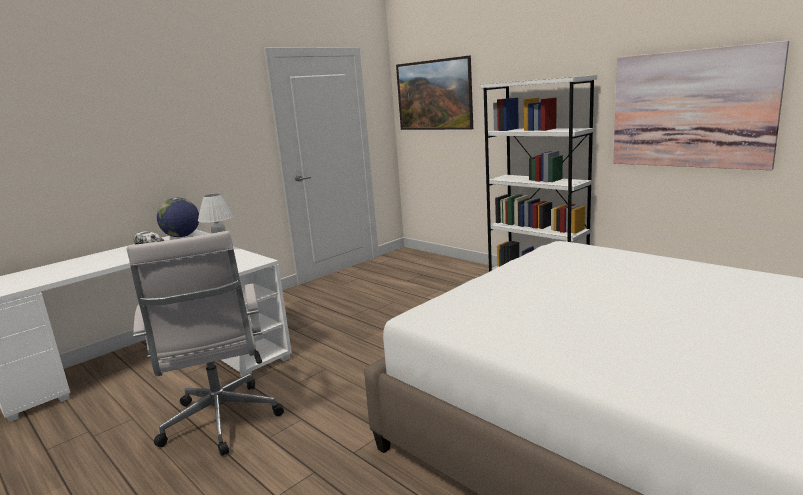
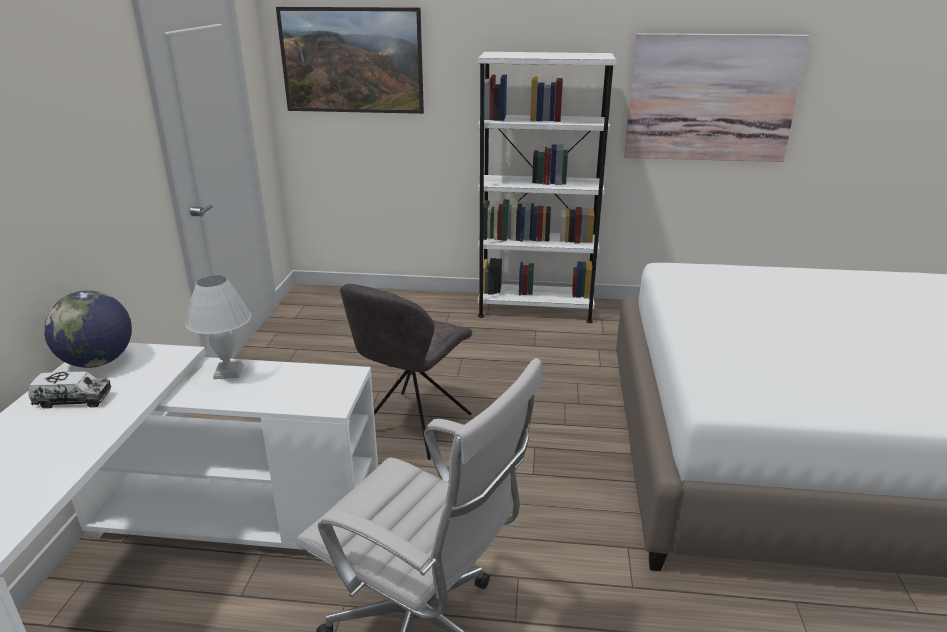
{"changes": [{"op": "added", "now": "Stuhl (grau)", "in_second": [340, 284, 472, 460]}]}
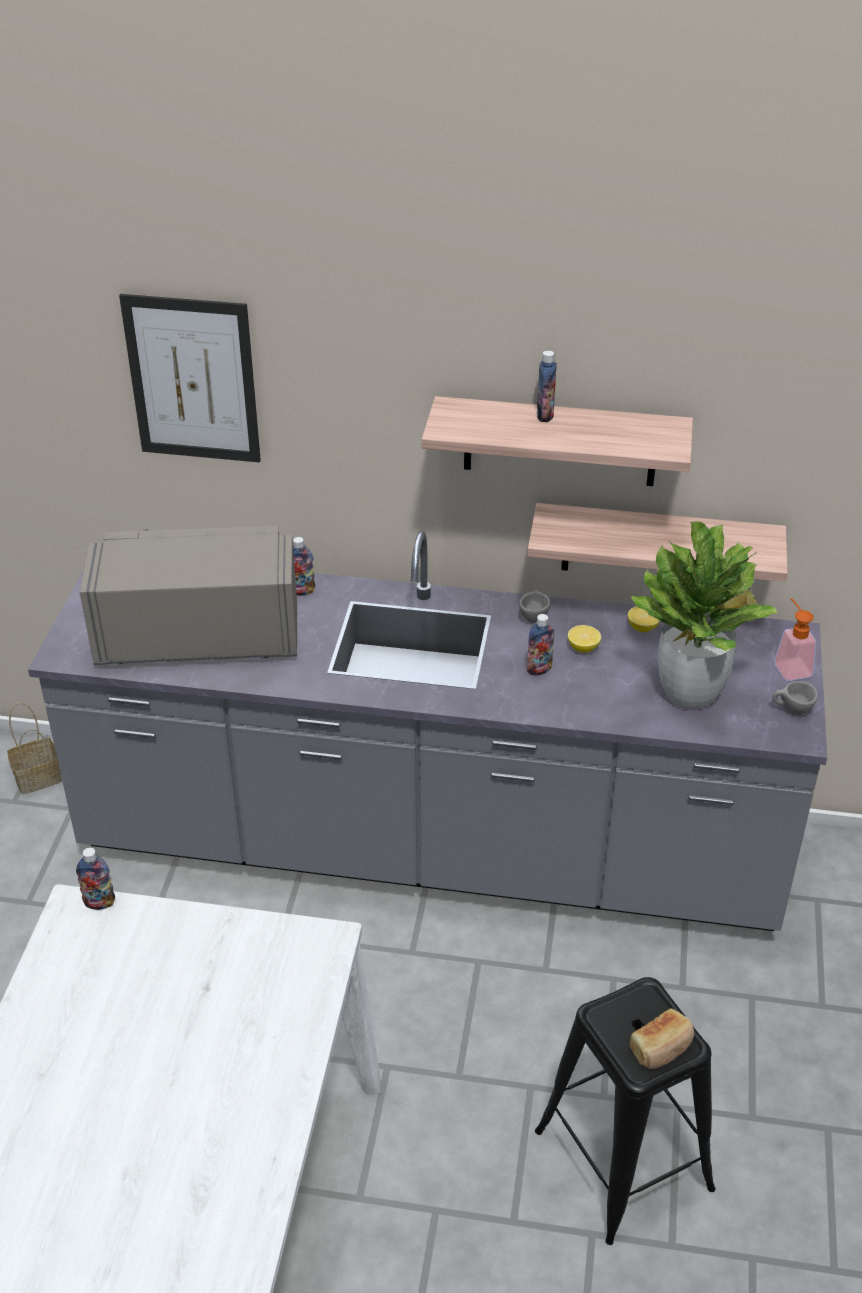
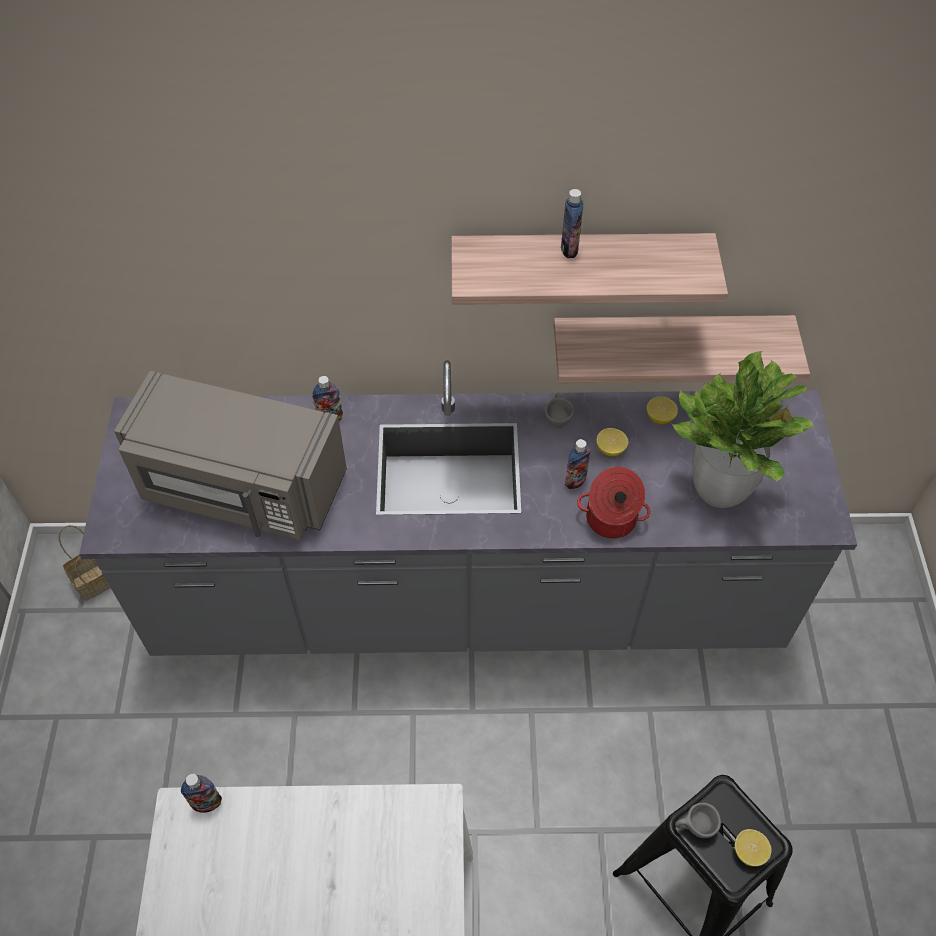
{"changes": [{"op": "turned", "was": "Mikrowelle (grau)", "in_first": [80, 526, 297, 665], "in_second": [114, 371, 347, 540], "clockwise": -150}, {"op": "added", "now": "Kochtopf", "in_second": [577, 467, 651, 538]}, {"op": "moved", "was": "Tasse (grau)", "in_first": [772, 681, 818, 715], "in_second": [675, 803, 721, 838]}, {"op": "replaced", "was": "Brot", "now": "Zitrone", "in_first": [629, 1008, 694, 1069], "in_second": [734, 829, 772, 867]}, {"op": "removed", "was": "Bild", "in_first": [119, 294, 261, 462]}, {"op": "removed", "was": "Seifenspender", "in_first": [774, 598, 816, 681]}]}
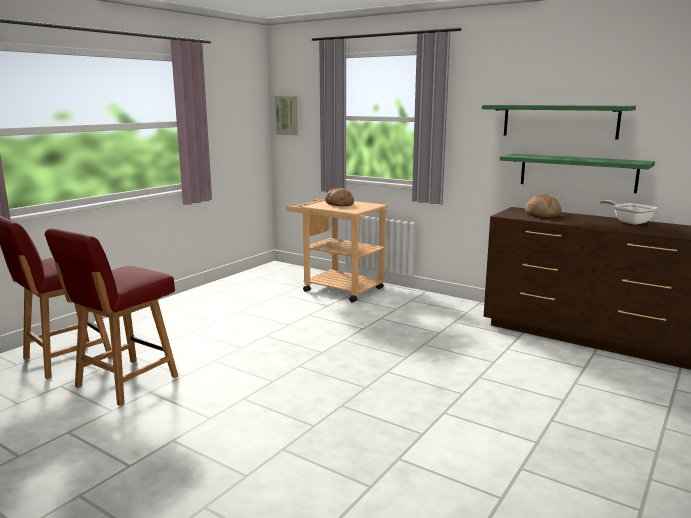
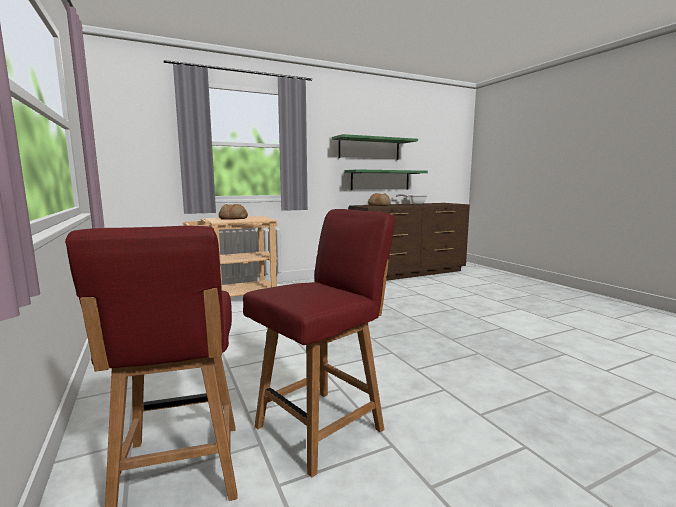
{"changes": [{"op": "turned", "was": "Stuhl (rot)", "in_first": [45, 228, 178, 406], "in_second": [243, 209, 396, 478], "clockwise": -105}, {"op": "removed", "was": "Bild", "in_first": [275, 96, 298, 135]}]}
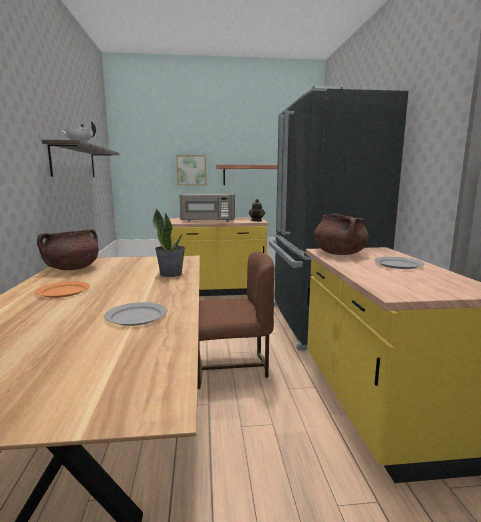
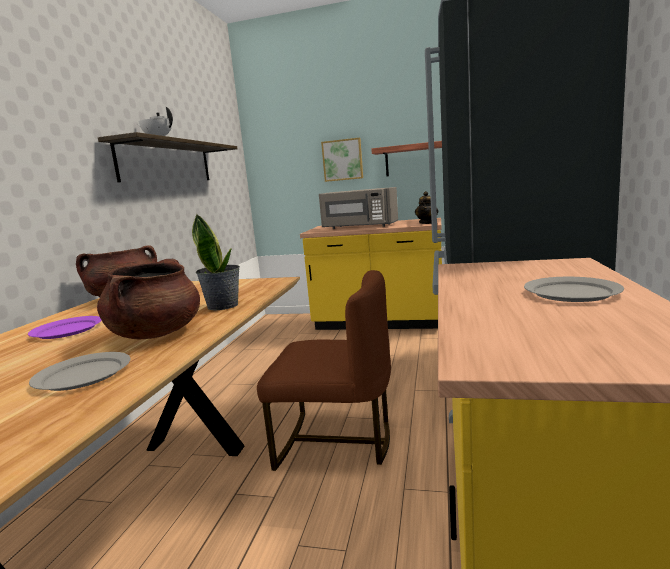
{"changes": [{"op": "recoloured", "was": "Teller (orange)", "now": "Teller (lila)", "in_first": [35, 281, 90, 298], "in_second": [28, 316, 102, 339]}, {"op": "moved", "was": "Kochtopf (braun)", "in_first": [314, 213, 369, 255], "in_second": [97, 259, 200, 339]}]}
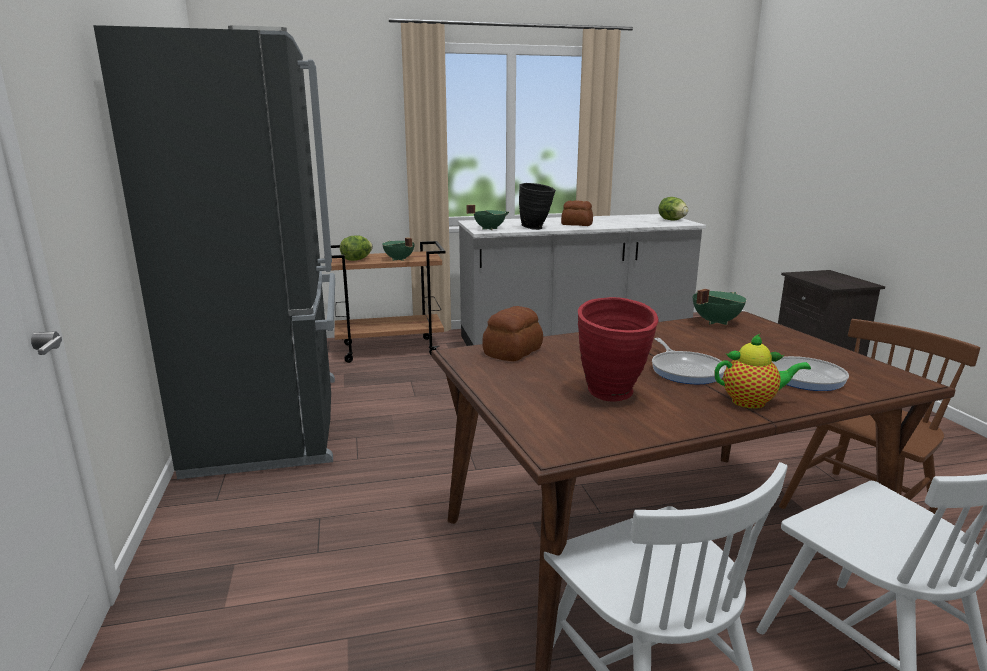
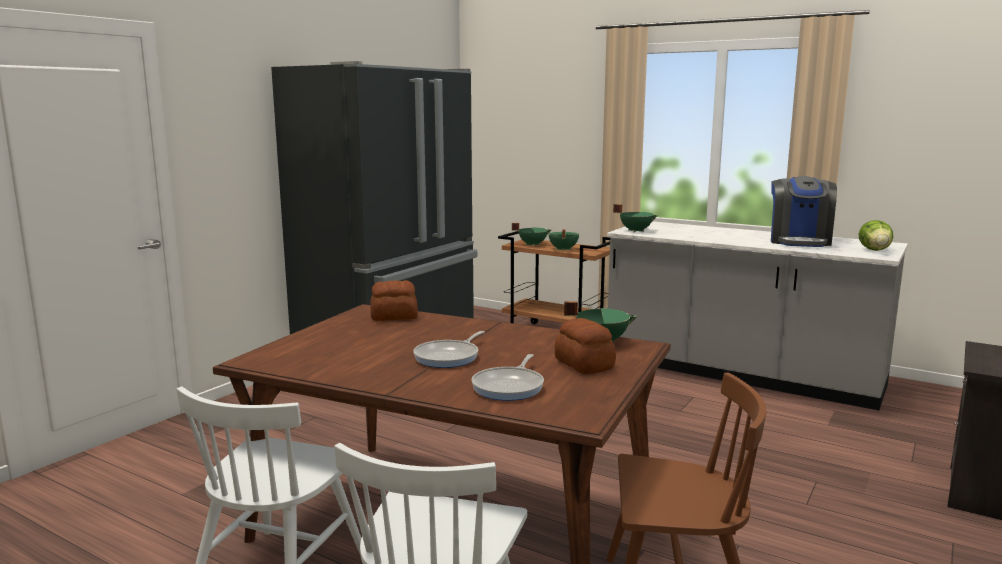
{"changes": [{"op": "replaced", "was": "Salatkopf", "now": "Kochtopf (grün)", "in_first": [340, 235, 373, 261], "in_second": [512, 223, 551, 246]}, {"op": "moved", "was": "Brot", "in_first": [561, 201, 593, 226], "in_second": [555, 318, 616, 374]}, {"op": "added", "now": "Kaffeemaschine", "in_second": [771, 176, 837, 247]}, {"op": "removed", "was": "Vase (schwarz)", "in_first": [519, 183, 556, 230]}, {"op": "removed", "was": "Vase (rot)", "in_first": [578, 297, 659, 402]}, {"op": "removed", "was": "Teekanne", "in_first": [715, 334, 811, 409]}]}
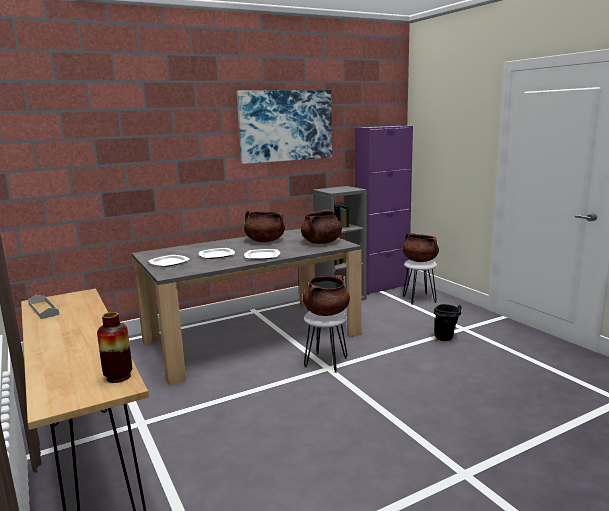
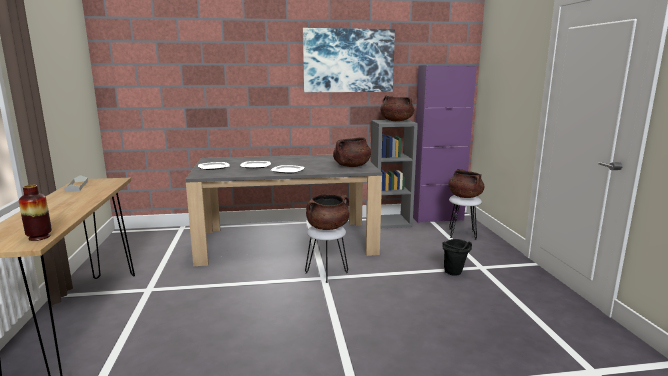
{"changes": [{"op": "moved", "was": "Kochtopf (braun)", "in_first": [244, 211, 285, 242], "in_second": [380, 96, 414, 121]}]}
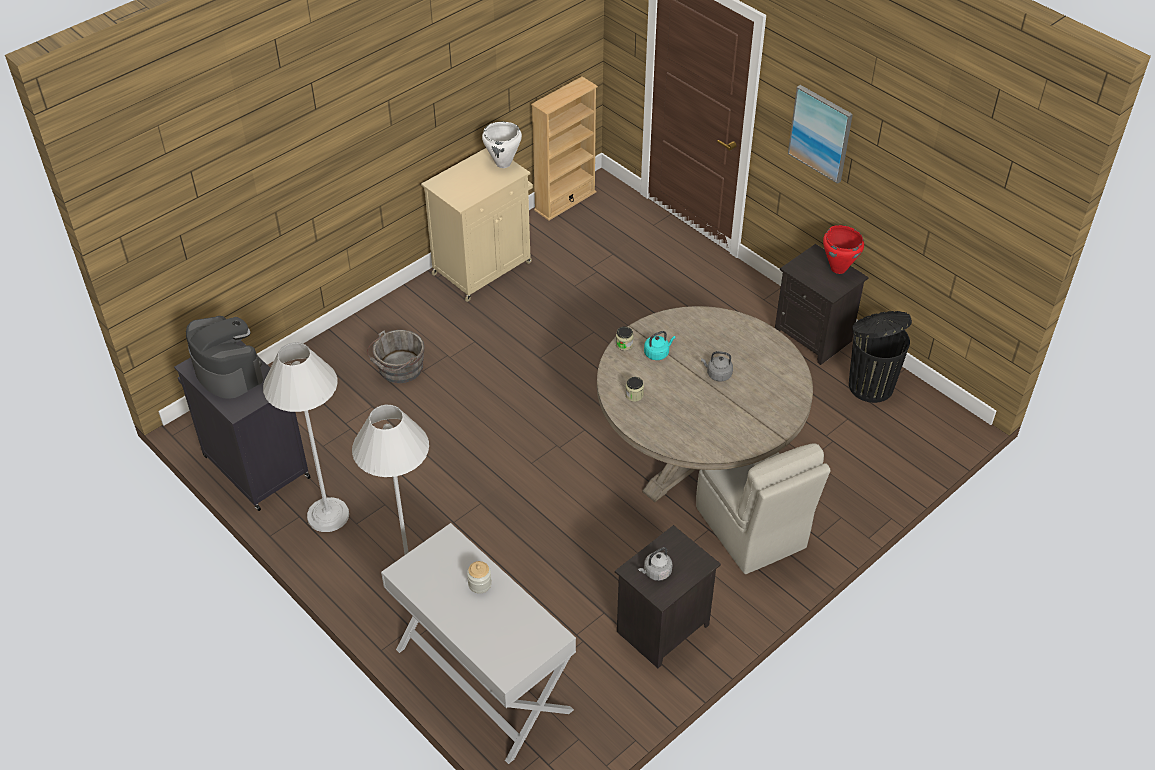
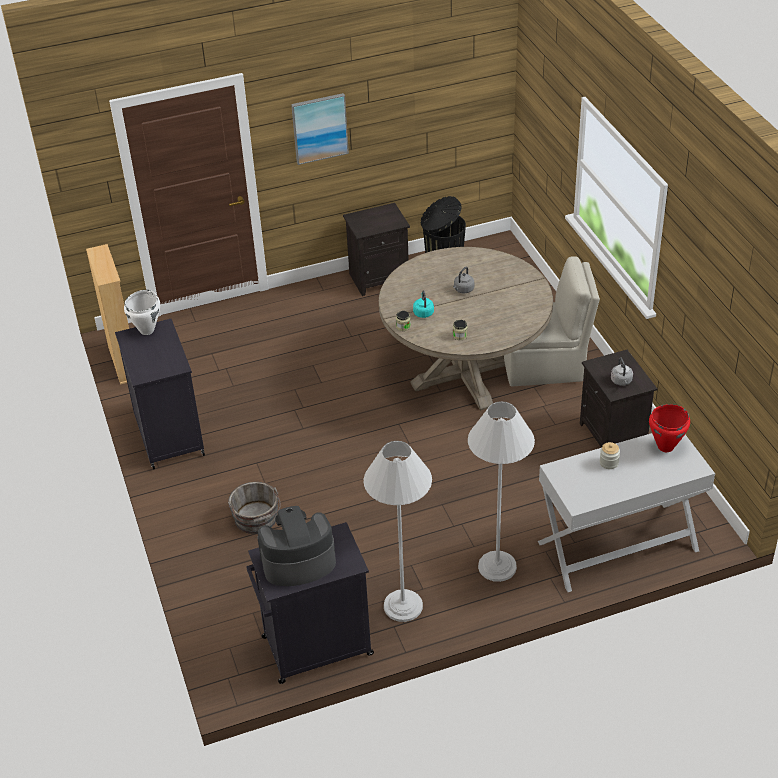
{"changes": [{"op": "recoloured", "was": "Schrank (beige)", "now": "Schrank (schwarz)", "in_first": [421, 148, 533, 302], "in_second": [115, 319, 205, 470]}, {"op": "moved", "was": "Kochtopf (rot)", "in_first": [823, 225, 864, 274], "in_second": [649, 404, 690, 452]}]}
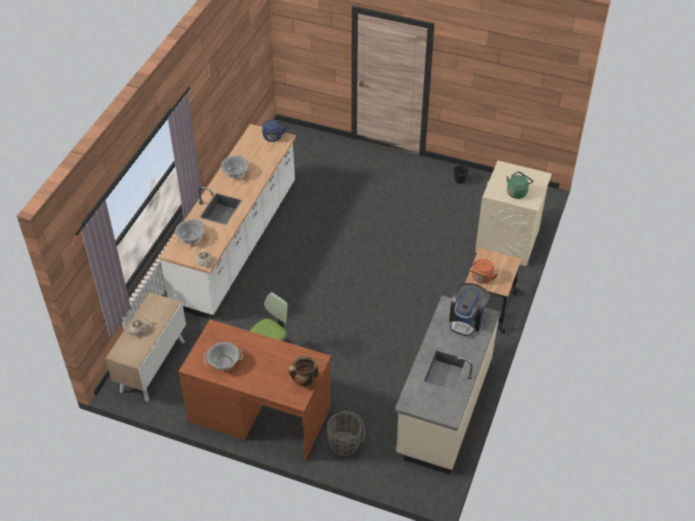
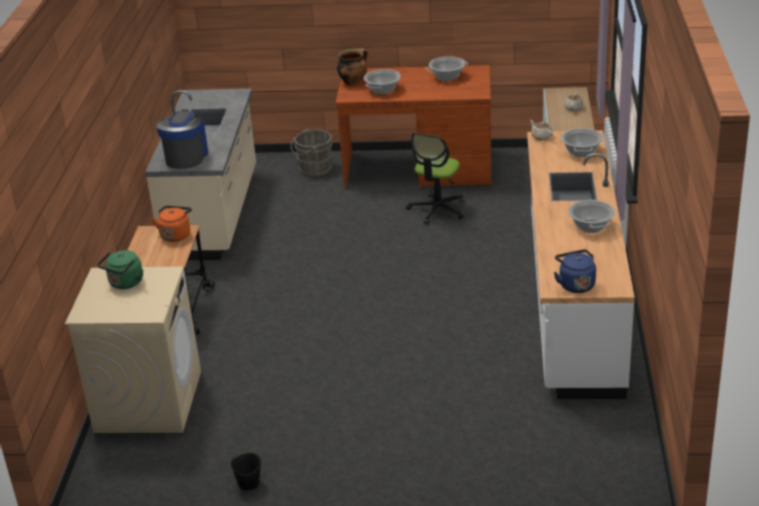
{"changes": [{"op": "added", "now": "Kochtopf", "in_second": [364, 69, 401, 94]}]}
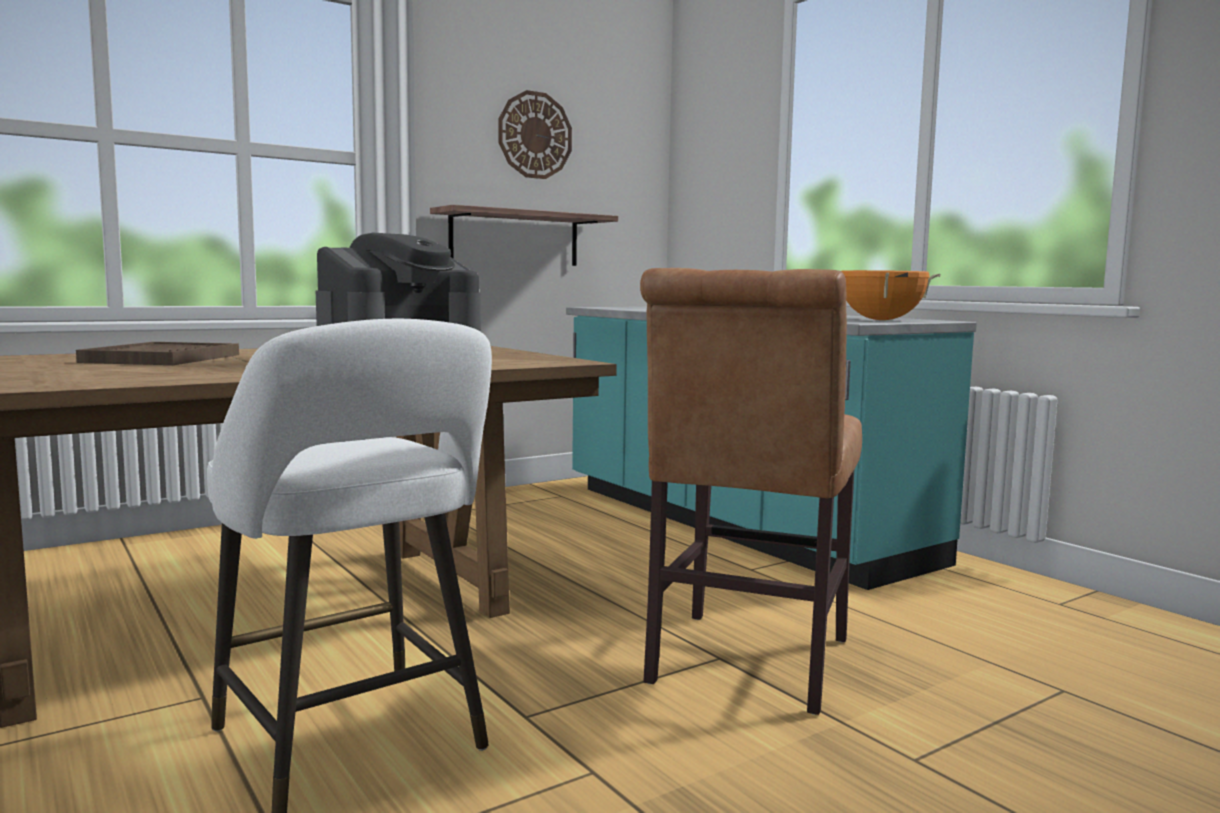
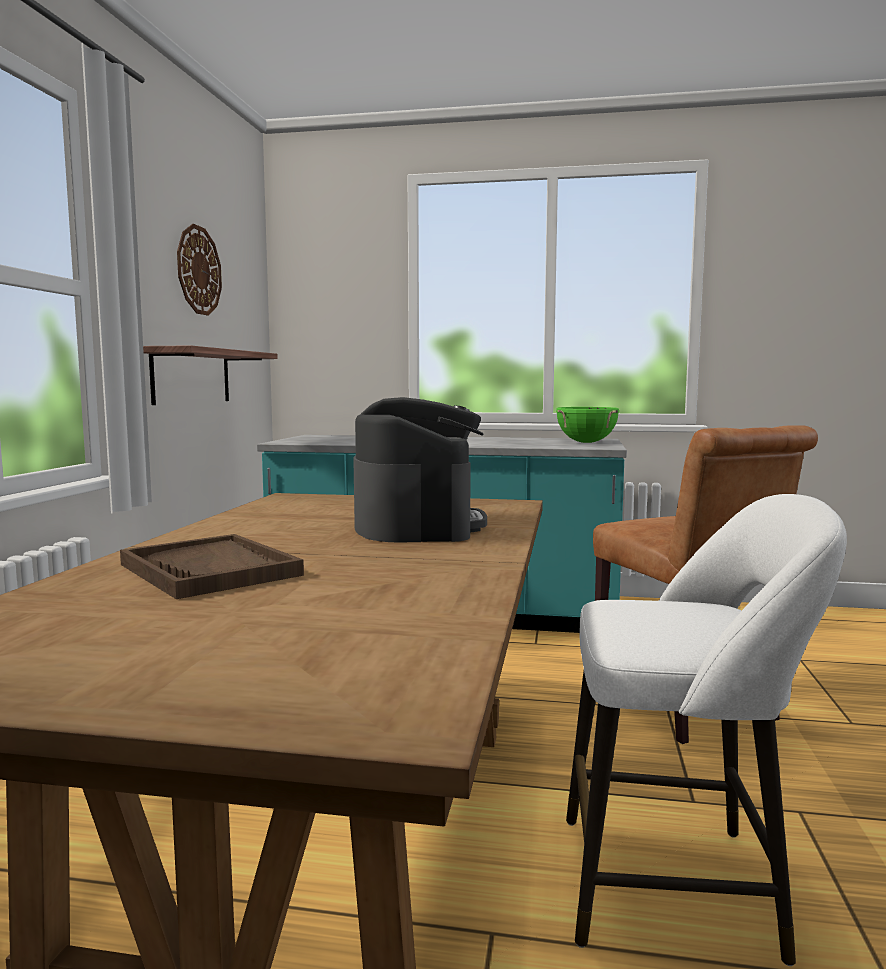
{"changes": [{"op": "recoloured", "was": "Kochtopf (orange)", "now": "Kochtopf (grün)", "in_first": [841, 270, 941, 320], "in_second": [556, 407, 619, 443]}]}
